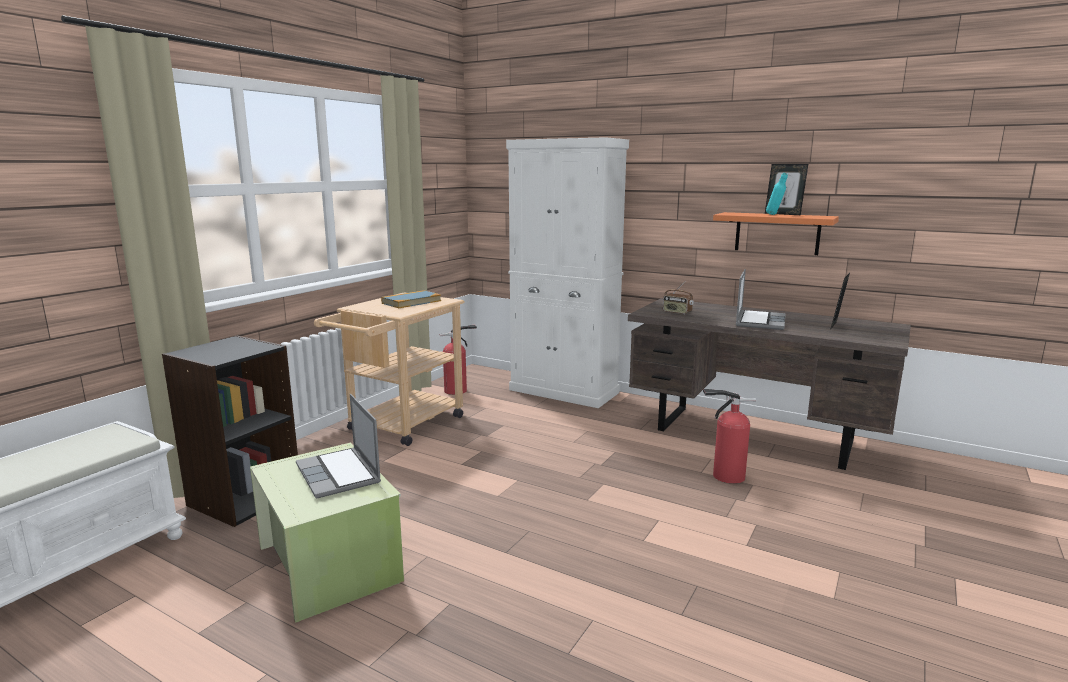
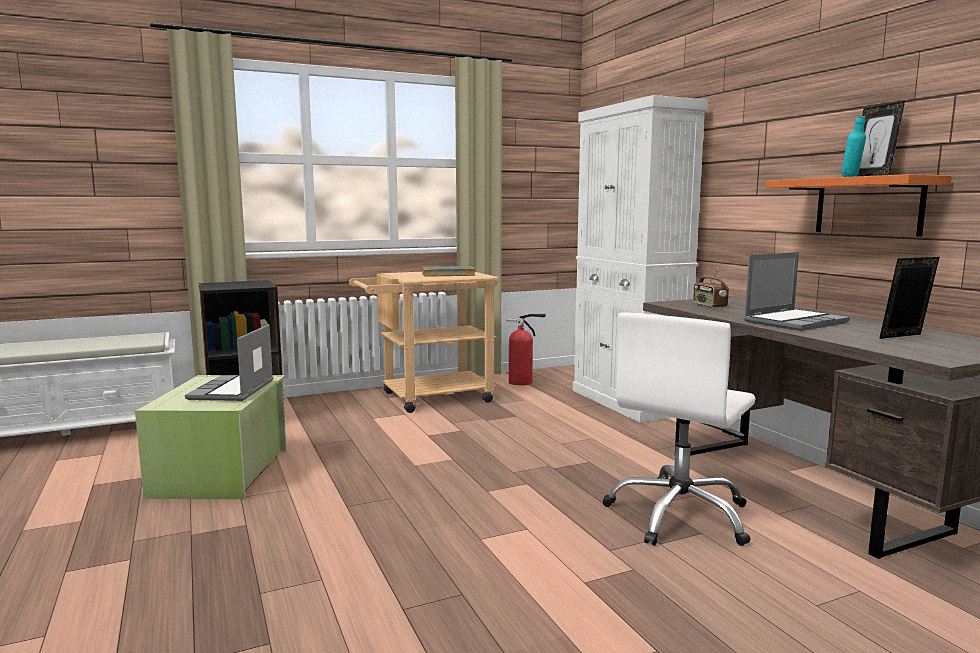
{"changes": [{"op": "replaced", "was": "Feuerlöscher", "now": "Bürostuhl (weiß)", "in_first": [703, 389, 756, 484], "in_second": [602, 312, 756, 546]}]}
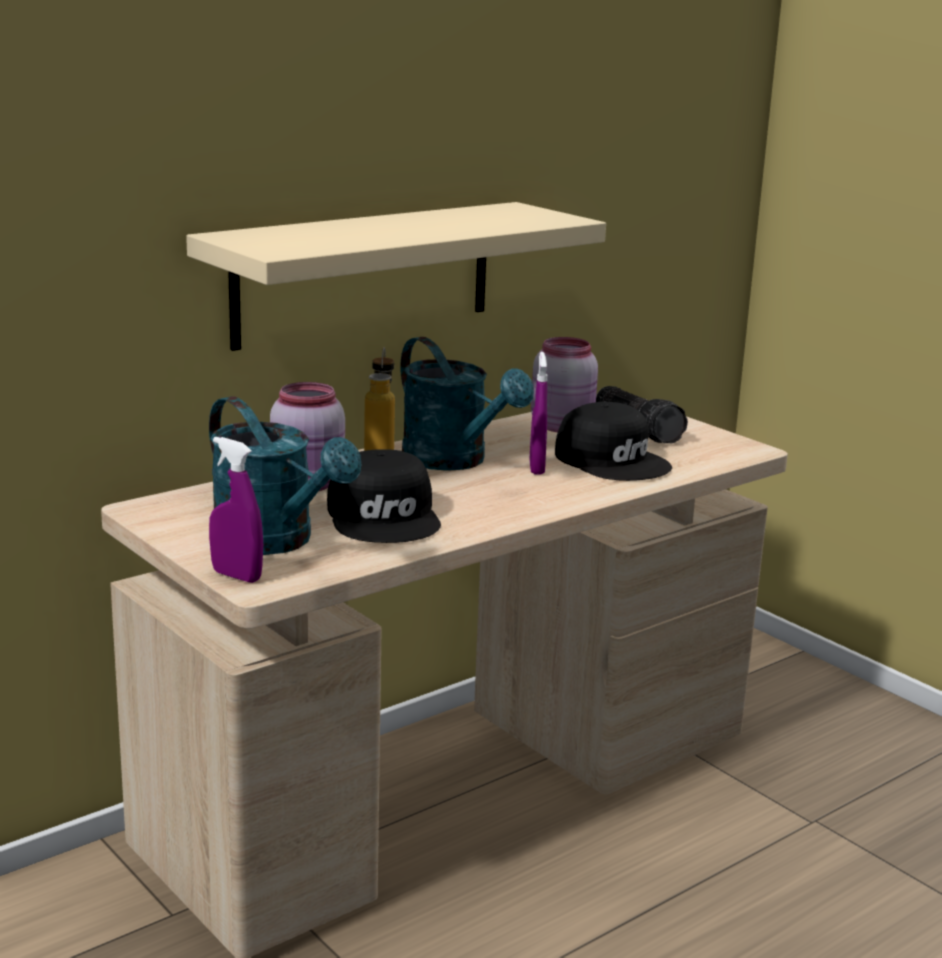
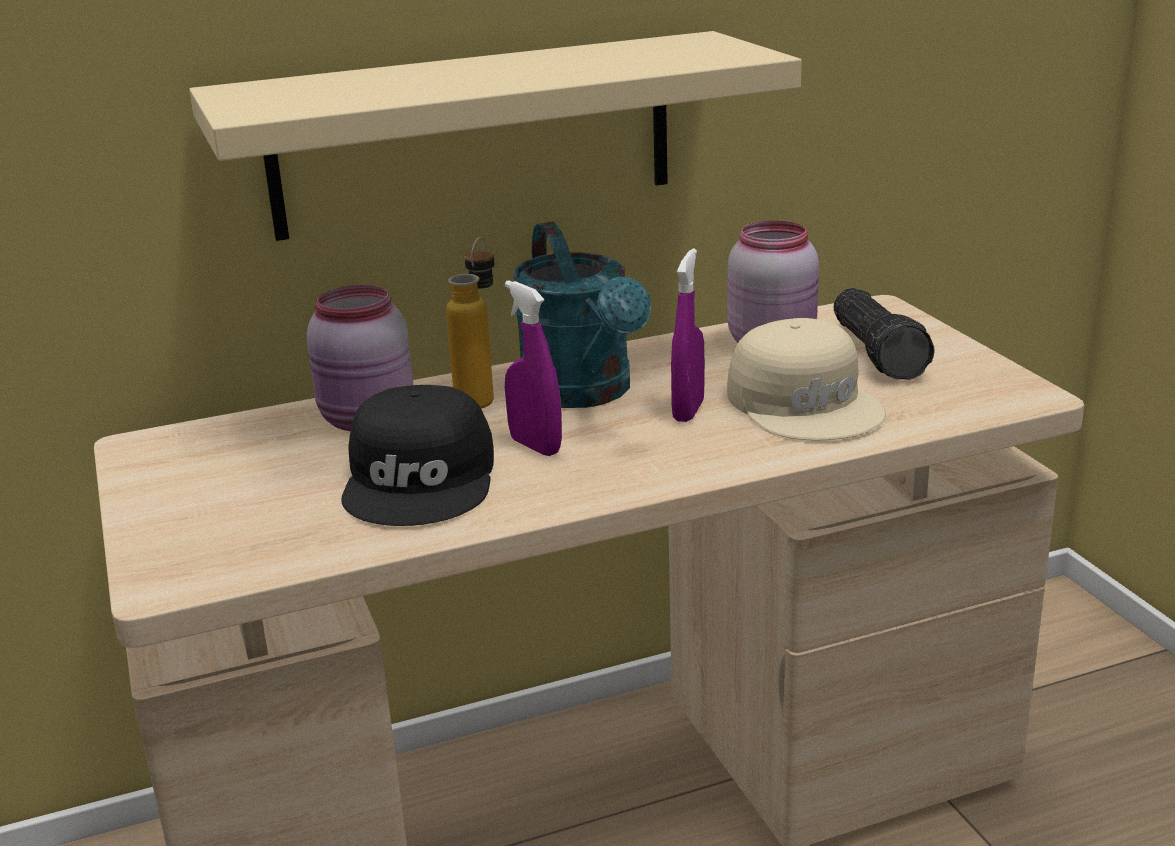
{"changes": [{"op": "moved", "was": "Sprühflasche (lila)", "in_first": [209, 437, 263, 583], "in_second": [505, 280, 562, 456]}, {"op": "recoloured", "was": "Kappe (schwarz)", "now": "Kappe (beige)", "in_first": [555, 402, 672, 481], "in_second": [727, 318, 886, 441]}, {"op": "removed", "was": "Gießkanne (türkis)", "in_first": [209, 396, 362, 555]}]}
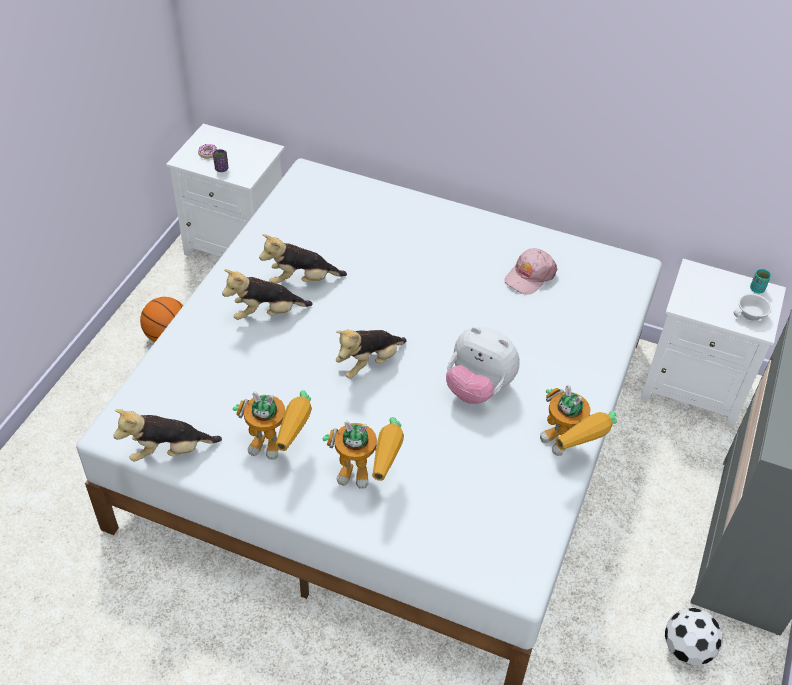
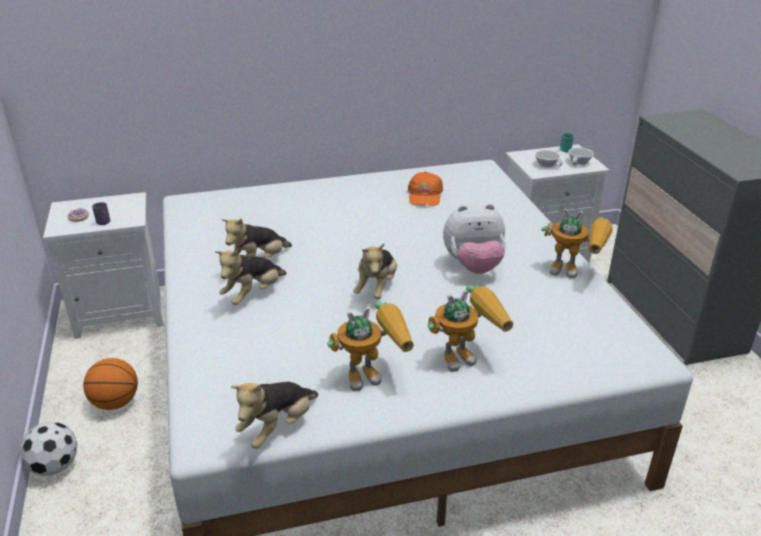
{"changes": [{"op": "moved", "was": "Fußball", "in_first": [665, 608, 723, 665], "in_second": [20, 422, 77, 476]}, {"op": "recoloured", "was": "Kappe (rosa)", "now": "Kappe (orange)", "in_first": [504, 248, 557, 295], "in_second": [408, 171, 443, 206]}, {"op": "added", "now": "Tasse (weiß)", "in_second": [535, 150, 563, 168]}]}
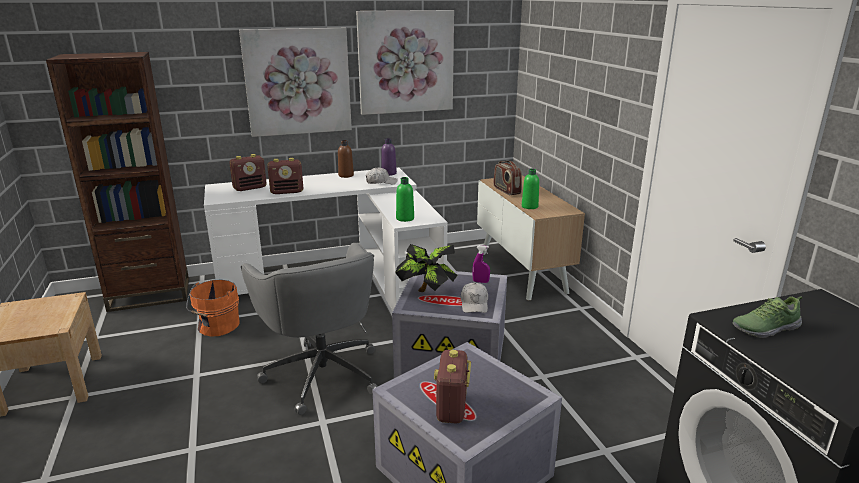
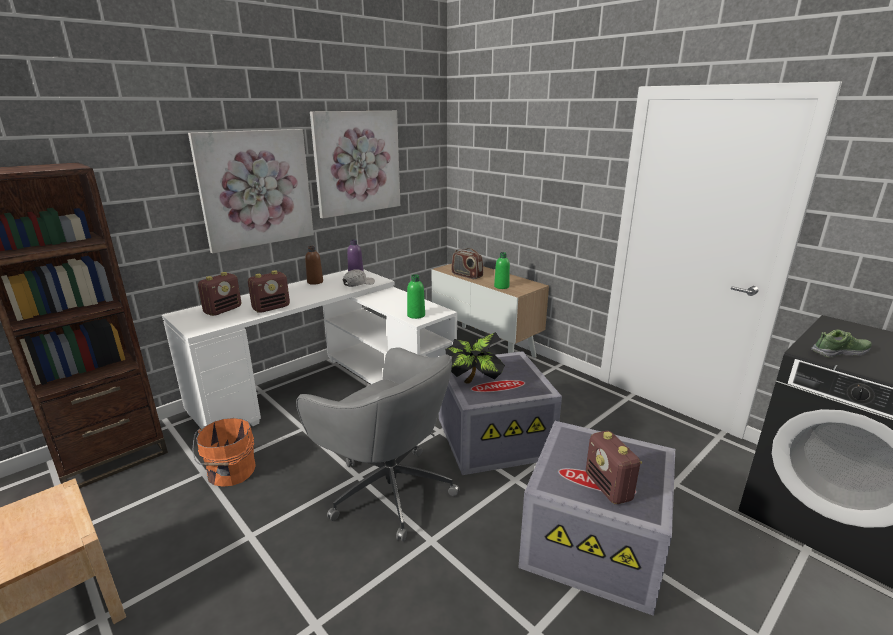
{"changes": [{"op": "turned", "was": "Schuh", "in_first": [732, 296, 802, 338], "in_second": [811, 330, 872, 358], "clockwise": -150}, {"op": "removed", "was": "Kappe (weiß)", "in_first": [460, 283, 488, 313]}, {"op": "removed", "was": "Sprühflasche (lila)", "in_first": [472, 245, 490, 283]}]}
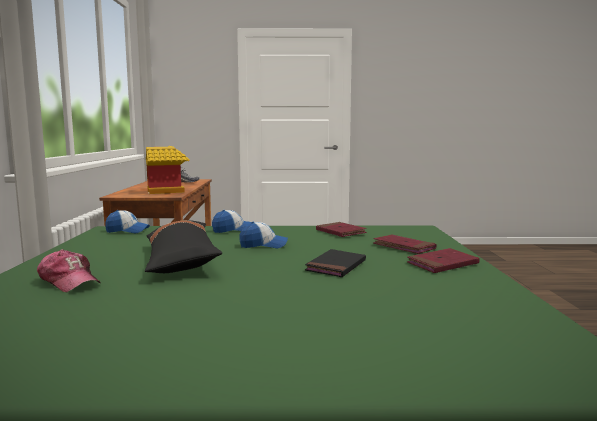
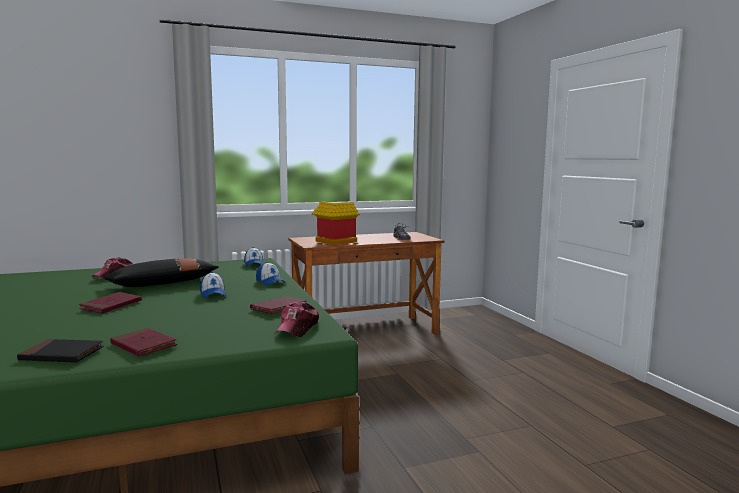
{"changes": [{"op": "moved", "was": "Buch (schwarz)", "in_first": [305, 249, 366, 277], "in_second": [17, 339, 104, 363]}, {"op": "moved", "was": "Buch (rot)", "in_first": [373, 235, 437, 254], "in_second": [79, 292, 142, 314]}, {"op": "added", "now": "Kappe", "in_second": [274, 301, 319, 337]}]}
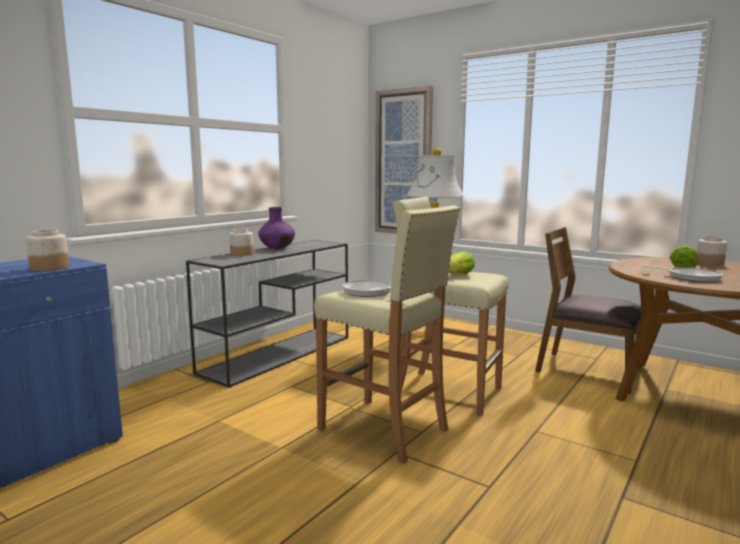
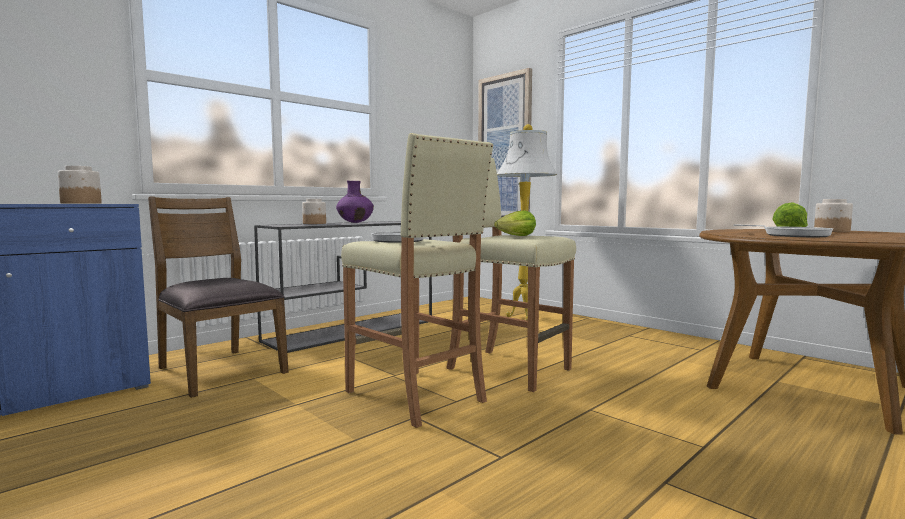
{"changes": [{"op": "moved", "was": "Stuhl (braun)", "in_first": [535, 227, 642, 394], "in_second": [148, 197, 289, 398]}]}
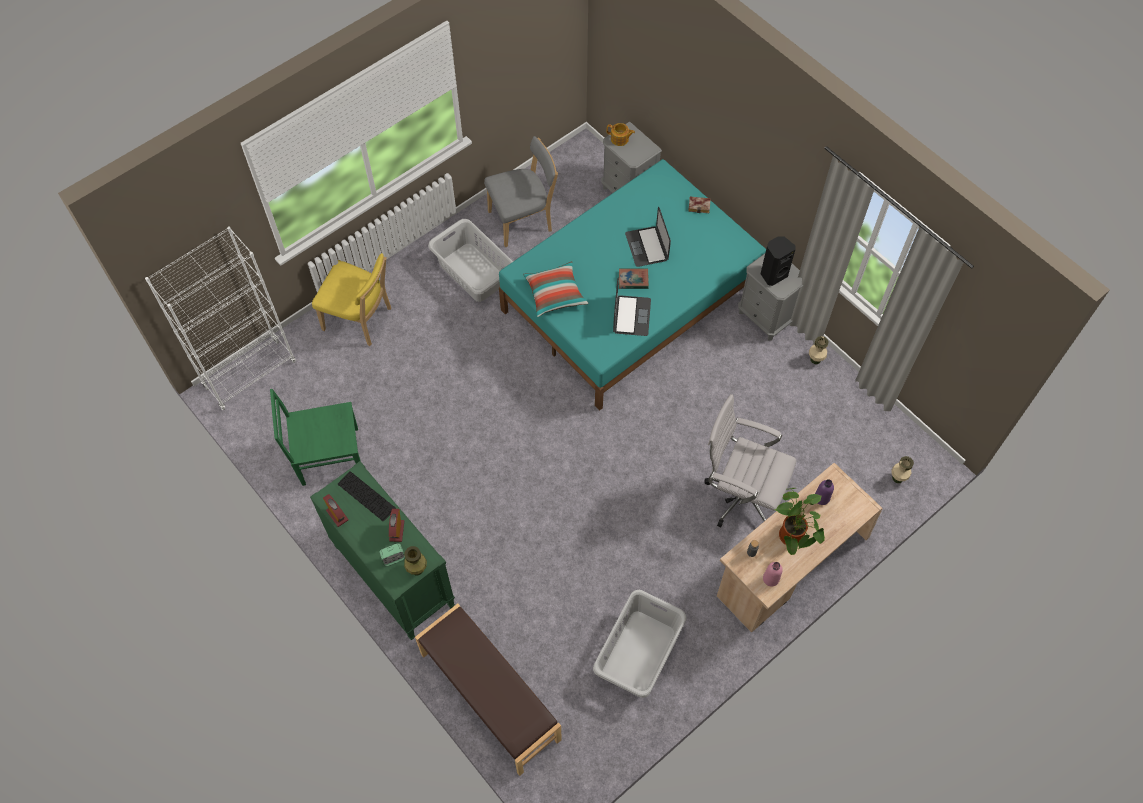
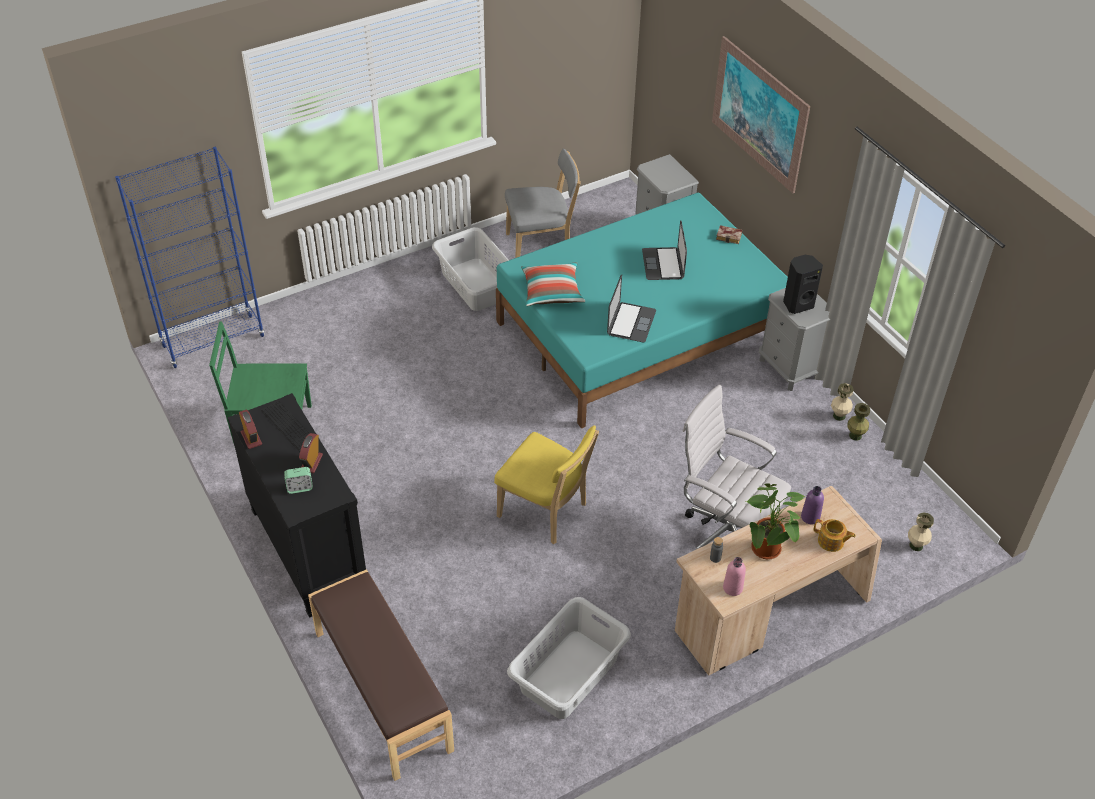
{"changes": [{"op": "recoloured", "was": "Bücherregal (weiß)", "now": "Bücherregal (blau)", "in_first": [145, 226, 296, 410], "in_second": [115, 147, 265, 368]}, {"op": "recoloured", "was": "Kommode (grün)", "now": "Kommode (schwarz)", "in_first": [310, 461, 455, 640], "in_second": [228, 393, 366, 618]}, {"op": "moved", "was": "Stuhl (gelb)", "in_first": [312, 253, 391, 346], "in_second": [494, 425, 599, 544]}, {"op": "added", "now": "Bild", "in_second": [712, 36, 810, 194]}, {"op": "moved", "was": "Teekanne", "in_first": [607, 123, 635, 146], "in_second": [814, 519, 856, 552]}, {"op": "moved", "was": "Vase (grün)", "in_first": [404, 546, 427, 575], "in_second": [847, 403, 870, 441]}, {"op": "removed", "was": "Buch", "in_first": [619, 269, 649, 289]}]}
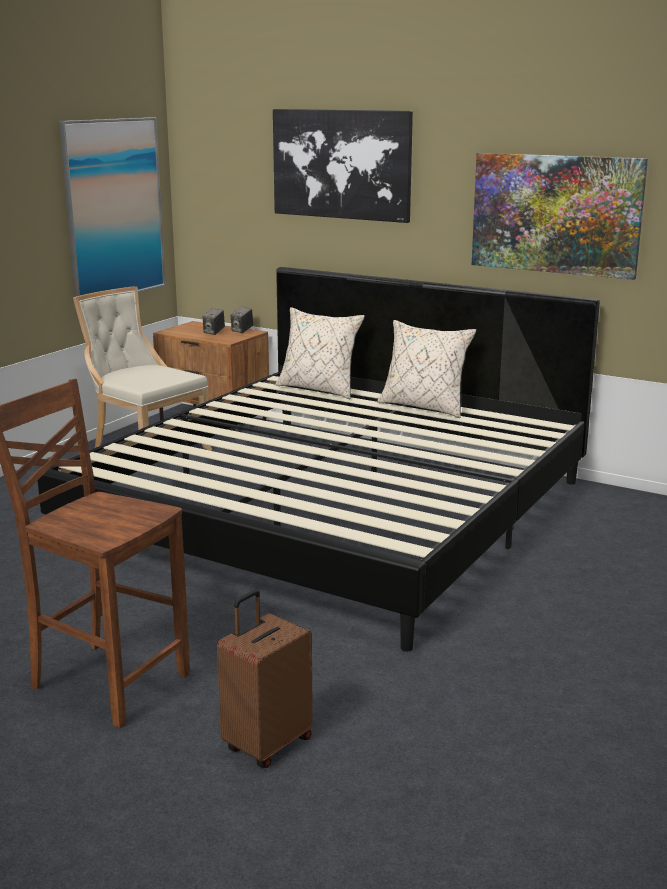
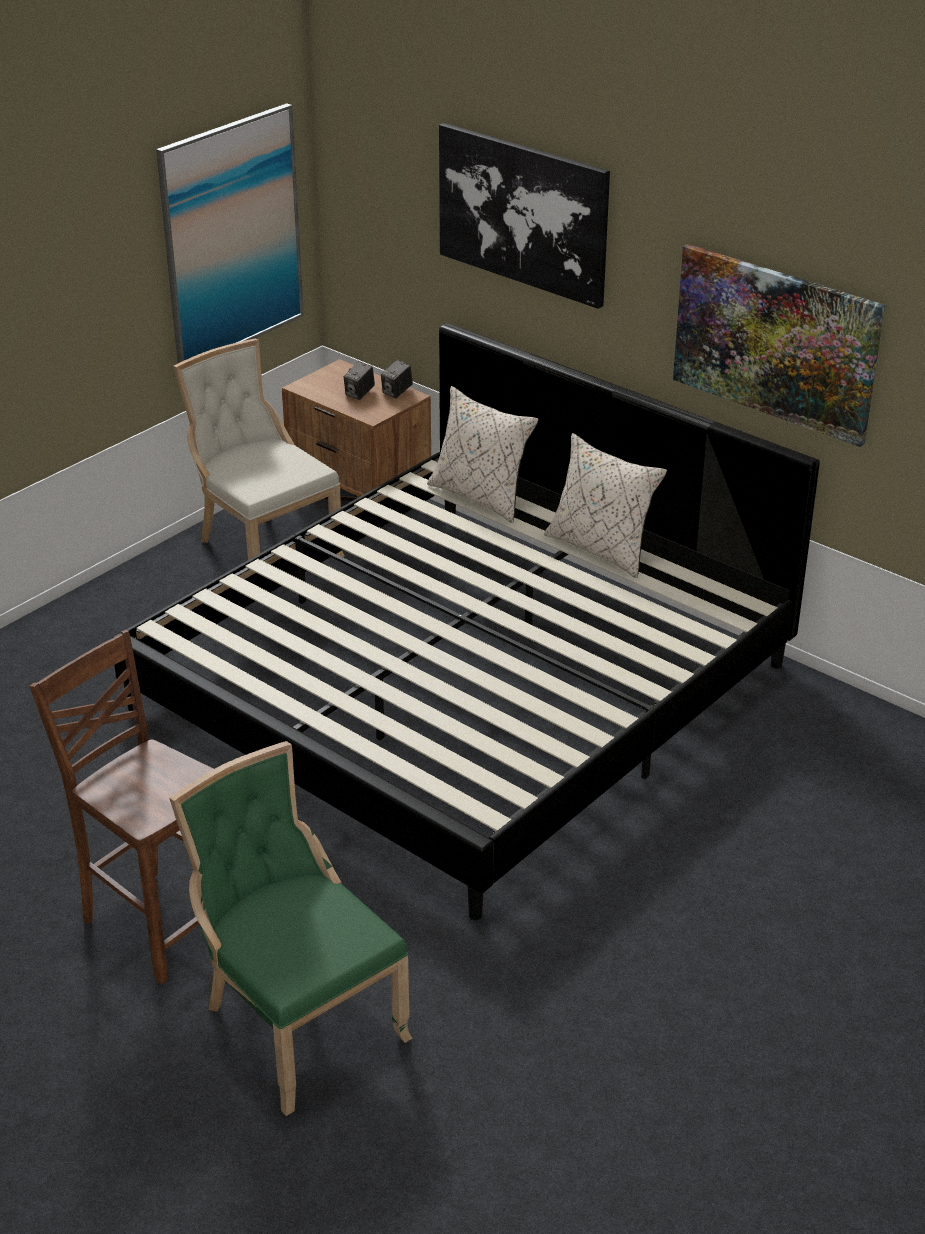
{"changes": [{"op": "replaced", "was": "Koffer (braun)", "now": "Stuhl (grün)", "in_first": [217, 590, 313, 768], "in_second": [169, 741, 412, 1116]}]}
